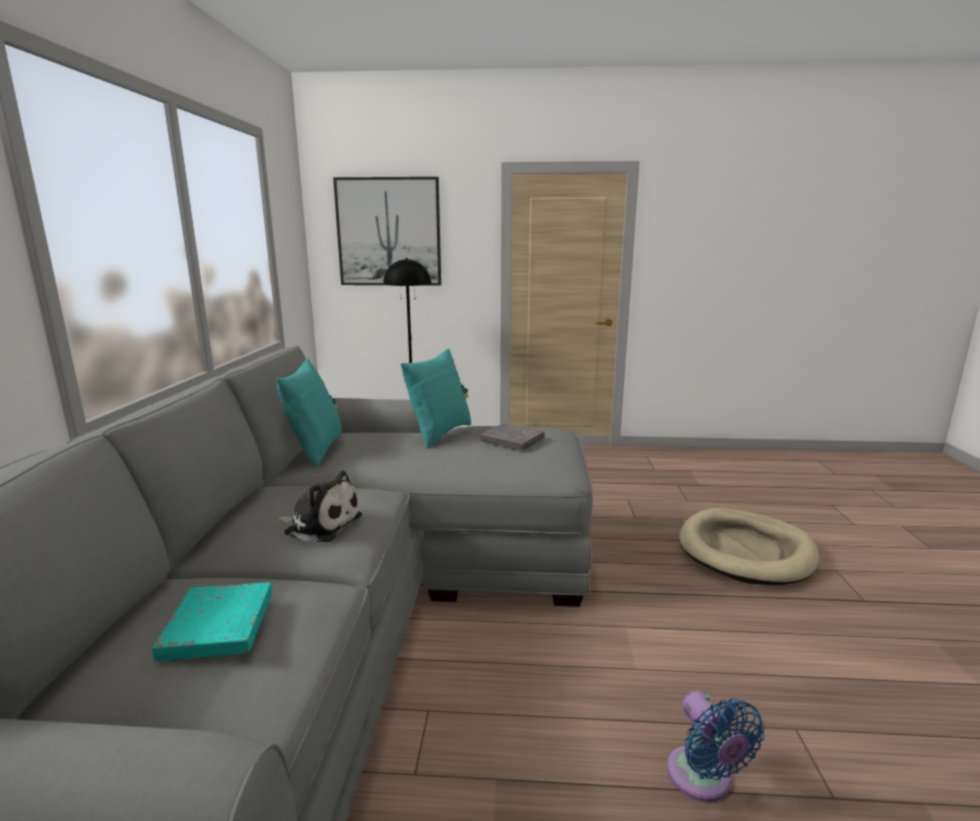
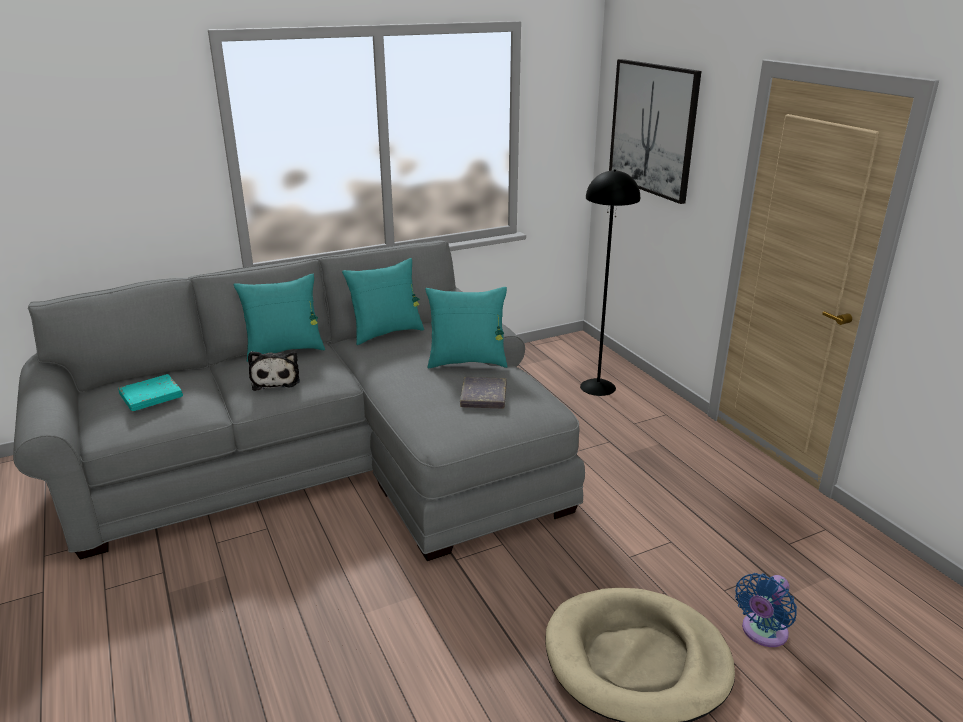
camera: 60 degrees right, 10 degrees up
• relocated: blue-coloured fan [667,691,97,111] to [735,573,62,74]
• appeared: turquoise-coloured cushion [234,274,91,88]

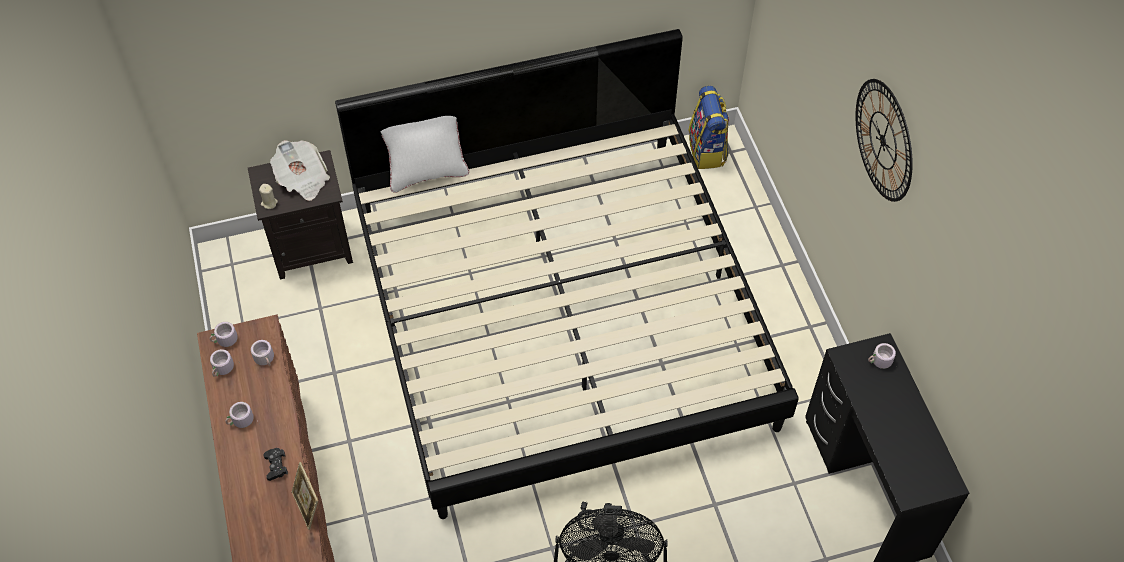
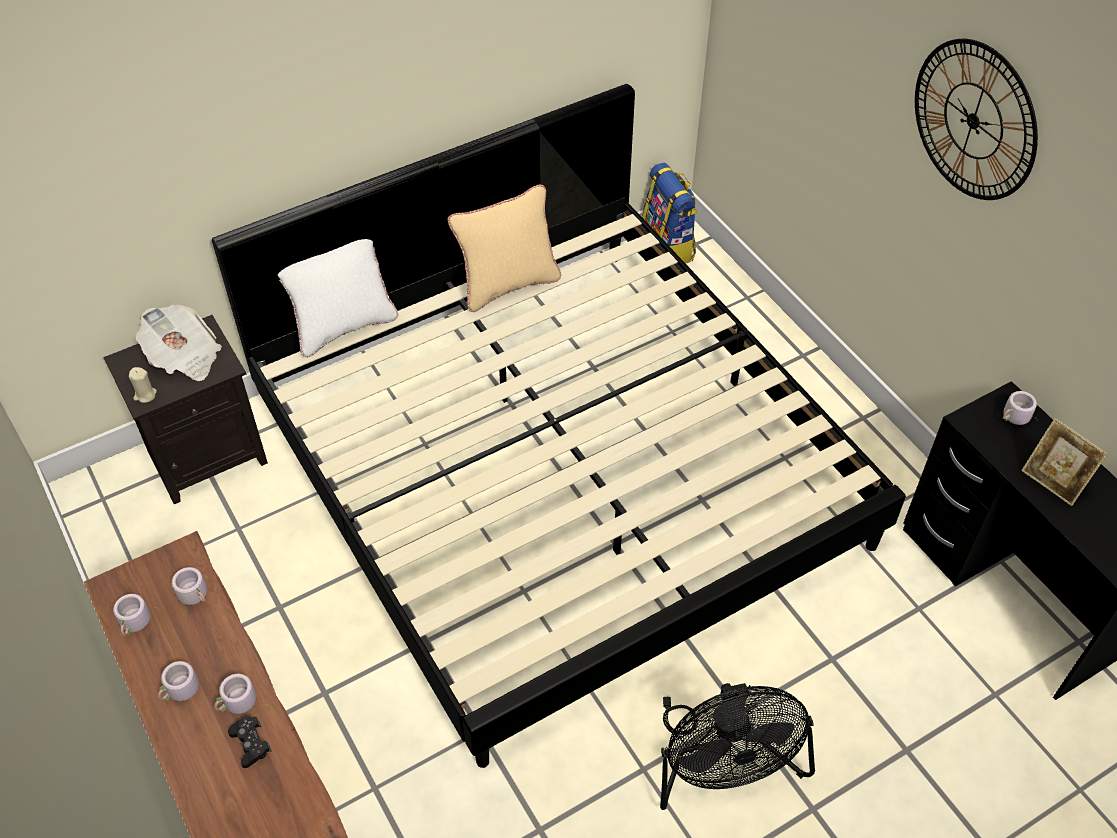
camera: 15 degrees left, 5 degrees down
• relocated: gray tea mug [210,322,28,25] to [214,674,42,40]
• relocated: picture frame [292,462,26,68] to [1021,418,87,88]
• appeared: beige-coloured cushion [447,185,114,127]

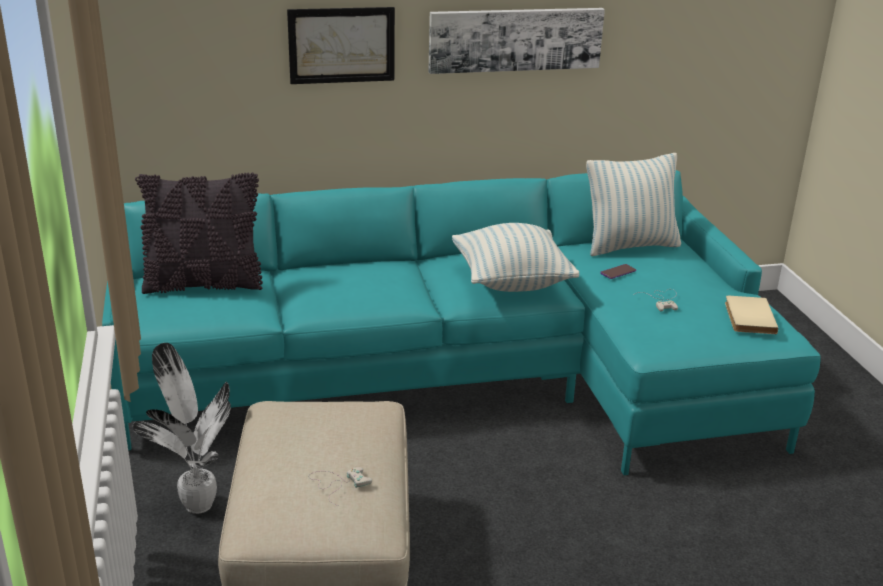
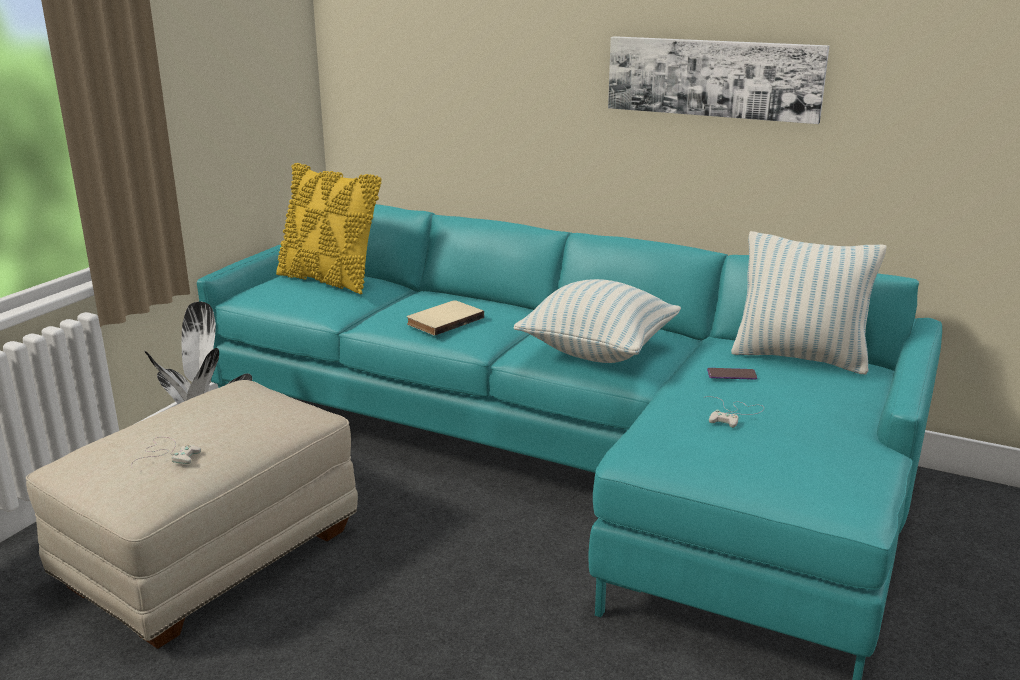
camera: 40 degrees right, 5 degrees down
• colour: black-coloured cushion [135,172,128,122] to yellow cushion [276,163,106,131]
• missing: picture [287,7,108,77]
• relocated: beige-coloured book [725,296,53,38] to [407,300,77,36]

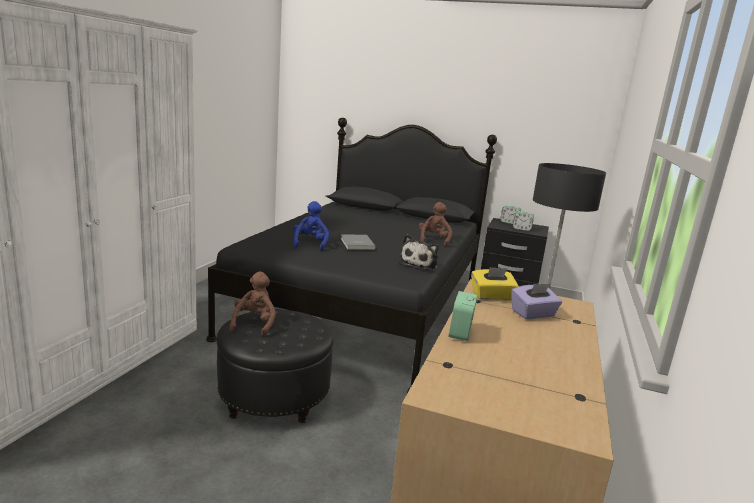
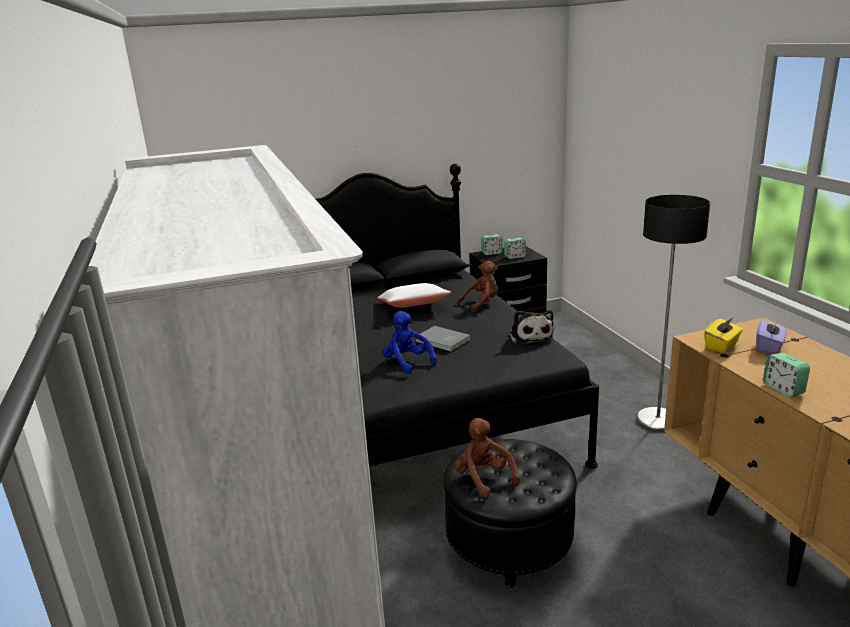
camera: 35 degrees left, 5 degrees up
• spun: brown plush toy [419,202,33,45] = [458,261,40,52] 90 degrees clockwise
• appeared: whitish cushion [377,283,74,25]

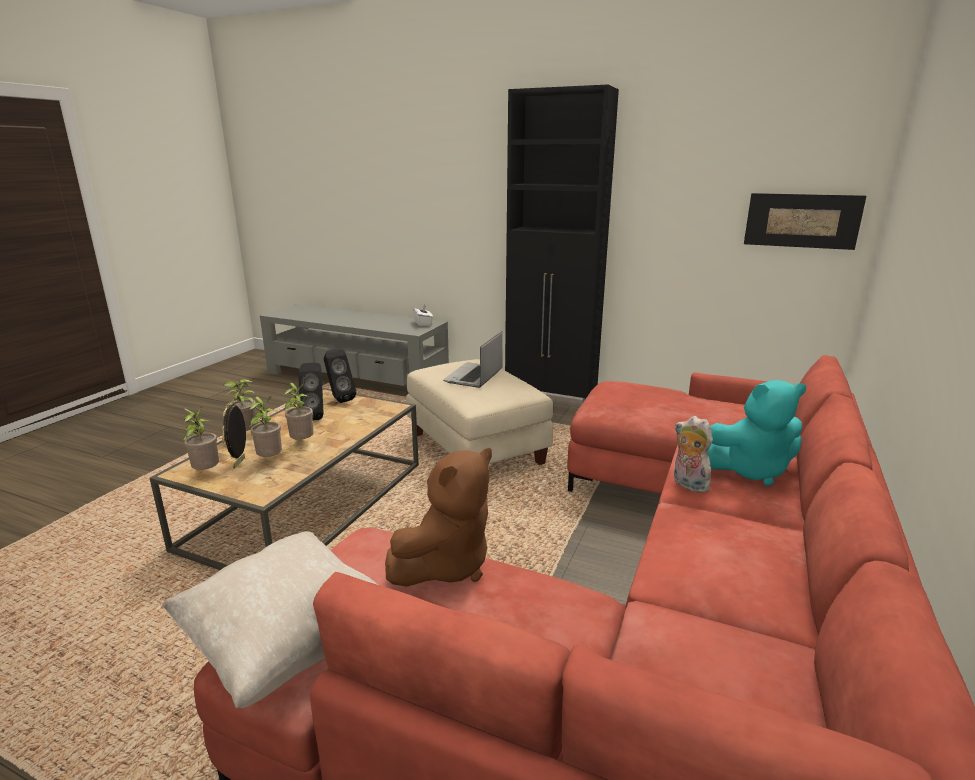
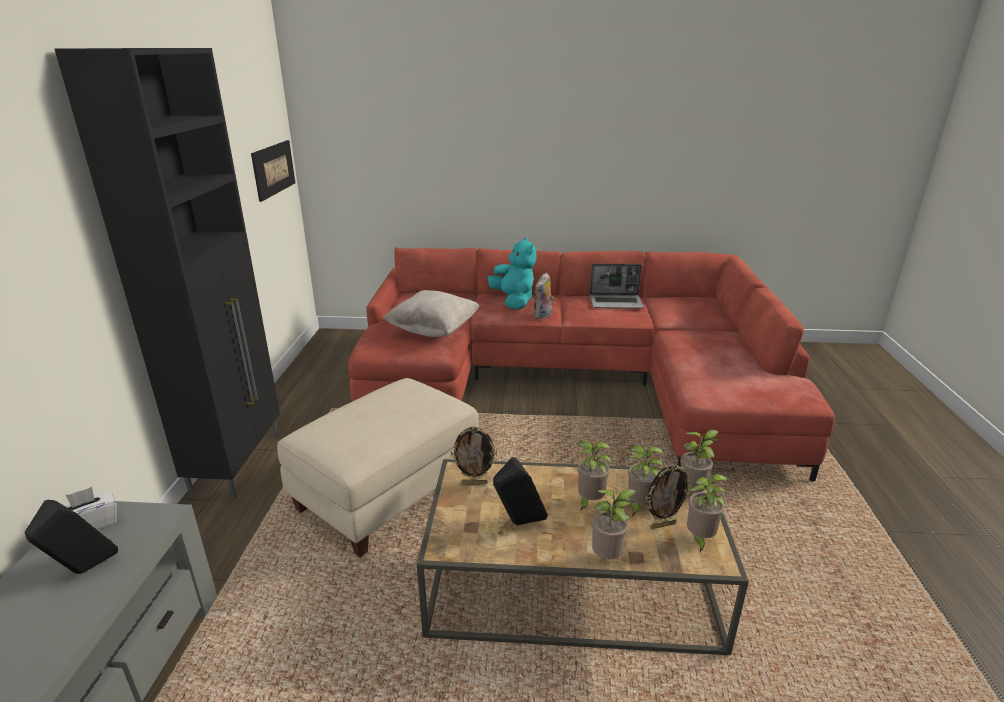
camera: 110 degrees left, 5 degrees up
• relocated: beige-coloured cushion [162,531,216,177] to [383,290,97,47]
• relocated: black-coloured speaker [323,348,33,55] to [25,500,93,74]
• missing: brown plush toy [385,448,107,139]
• relocated: notebook computer [443,331,60,57] to [590,264,54,45]
• appeared: picture frame [451,426,46,59]
• appeared: potted plant [680,430,41,63]

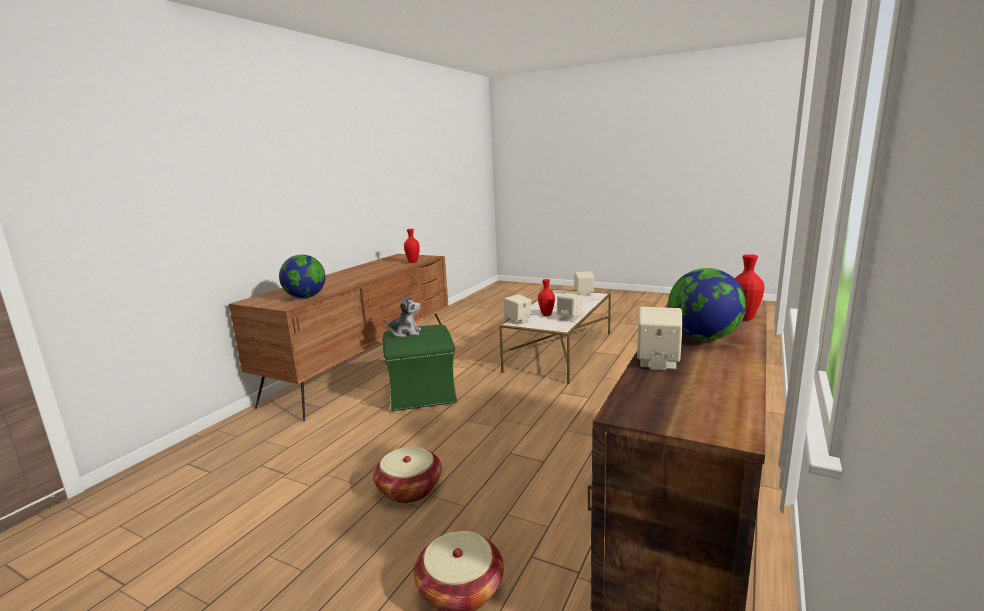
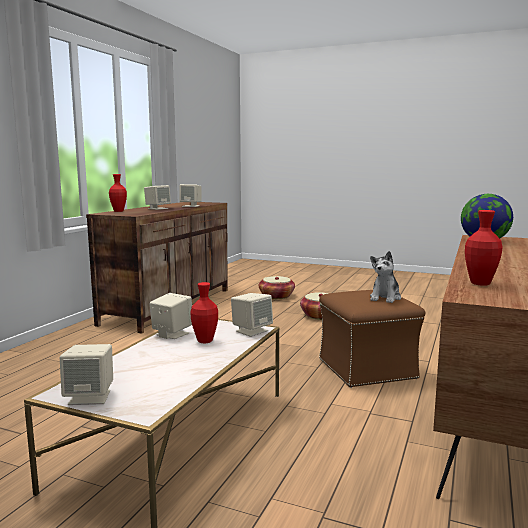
camera: 175 degrees right, 5 degrees down
• spun: plush toy [383,293,38,44] = [370,251,31,52] 60 degrees counterclockwise
• colour: green footrest [383,325,74,87] to brown footrest [319,290,106,98]
• exchanged: desk globe [668,268,78,72] to beige-coloured speaker [144,185,27,25]

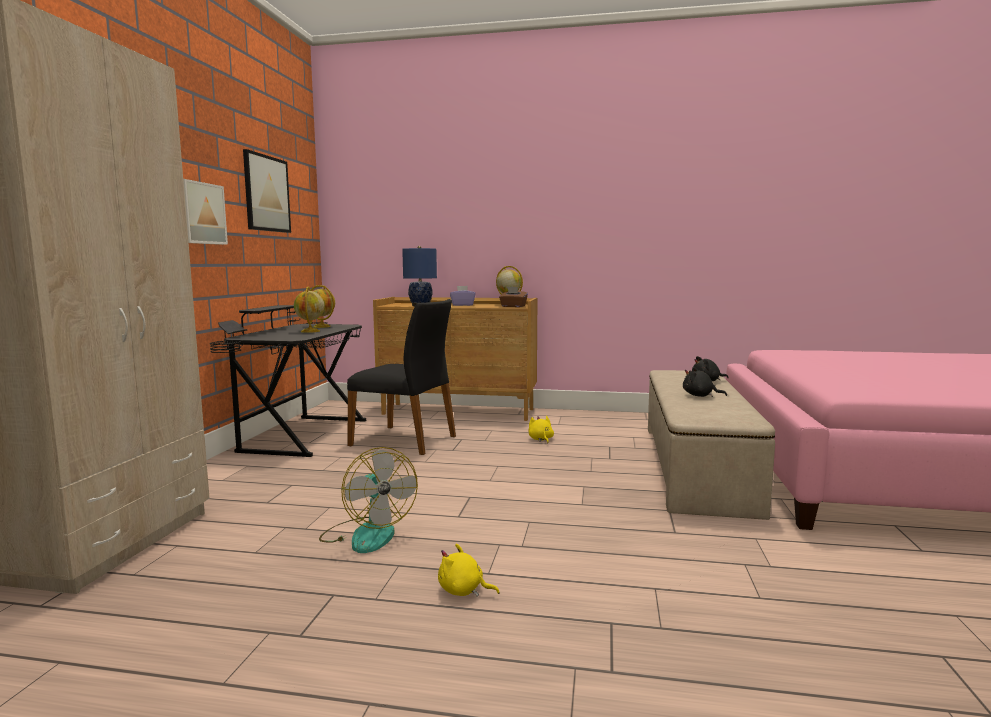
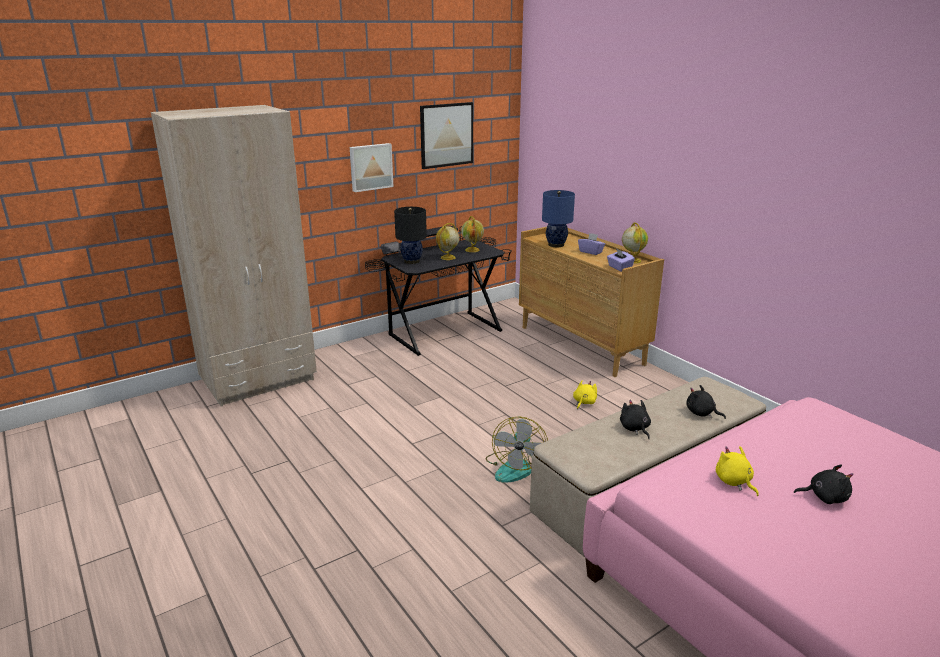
camera: 45 degrees right, 15 degrees up
• relocated: fan [319,447,99,106] to [485,416,63,67]
• missing: black-coloured plain chair [347,299,109,156]
• relocated: yellow plush toy [438,544,62,53] to [716,446,43,50]
• colour: brown box of tissues [499,287,29,20] to purplish box of tissues [607,248,28,24]
• appeared: black-coloured table lamp [394,207,33,57]
• appeared: black-coloured plush toy [794,465,59,39]

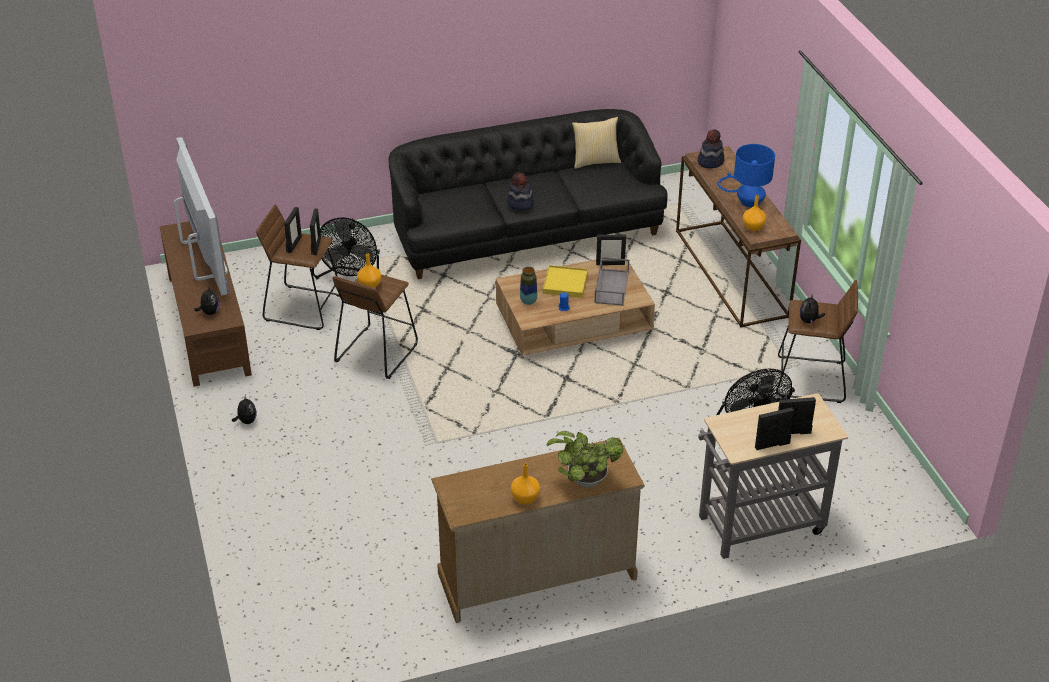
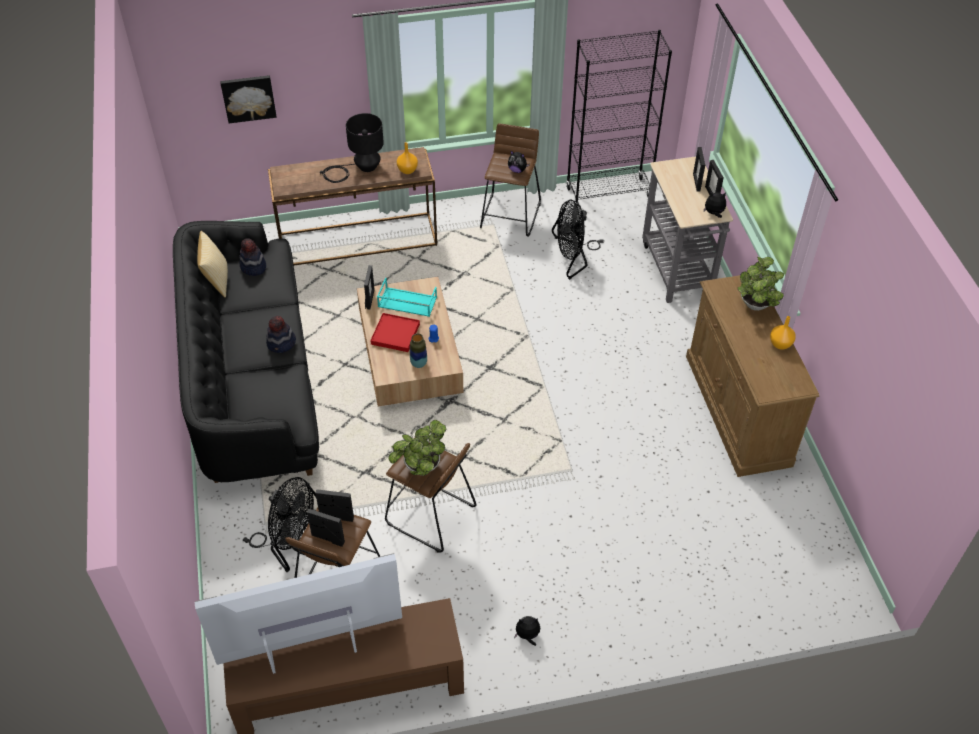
camera: 85 degrees left, 10 degrees up
• relocated: plush toy [194,287,26,28] to [704,192,22,26]
• exchanged: orangey flower vase [357,253,24,35] to potted plant [389,420,57,56]
• colour: yellow tray [543,265,45,33] to red-coloured tray [370,313,50,39]
• colour: gray tray [594,257,35,49] to turquoise-coloured tray [377,278,60,39]
• relocated: hat [698,129,26,39] to [239,238,27,38]
• colour: blue-coloured table lamp [717,144,58,63] to black-coloured table lamp [320,113,64,70]
• appeared: picture [220,75,57,48]
• appeared: black-coloured shelving unit [566,30,106,175]

